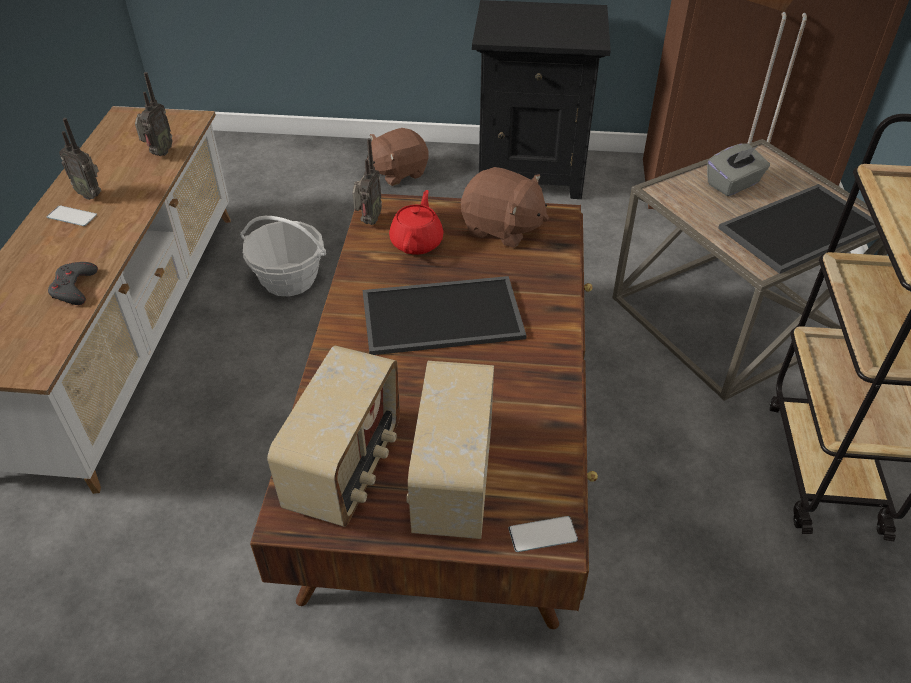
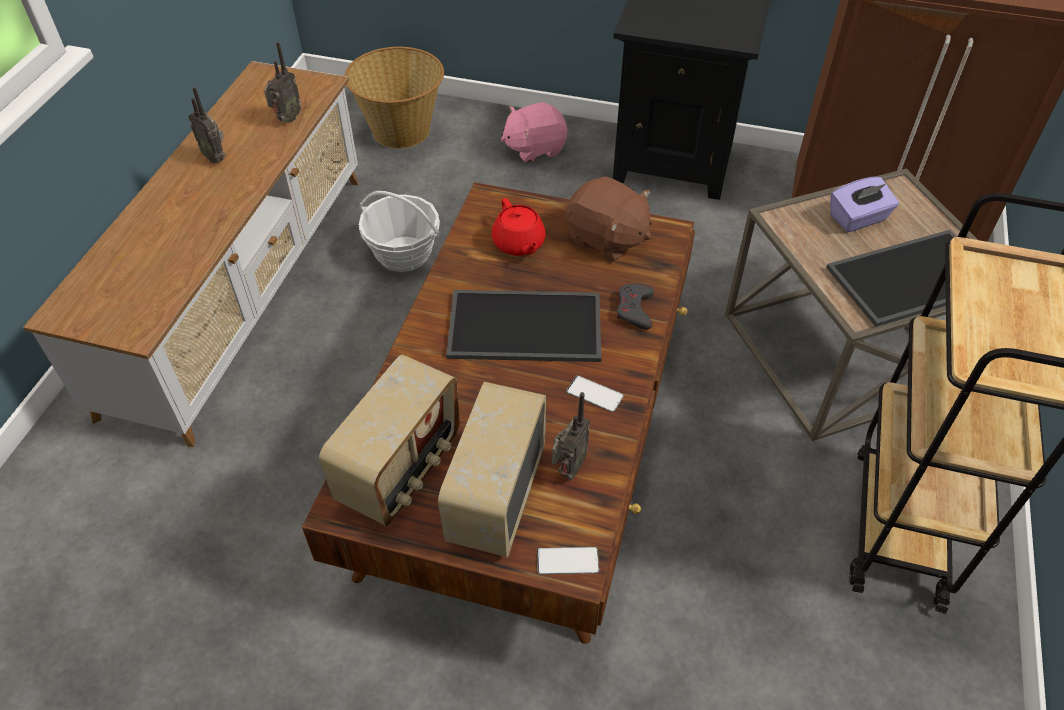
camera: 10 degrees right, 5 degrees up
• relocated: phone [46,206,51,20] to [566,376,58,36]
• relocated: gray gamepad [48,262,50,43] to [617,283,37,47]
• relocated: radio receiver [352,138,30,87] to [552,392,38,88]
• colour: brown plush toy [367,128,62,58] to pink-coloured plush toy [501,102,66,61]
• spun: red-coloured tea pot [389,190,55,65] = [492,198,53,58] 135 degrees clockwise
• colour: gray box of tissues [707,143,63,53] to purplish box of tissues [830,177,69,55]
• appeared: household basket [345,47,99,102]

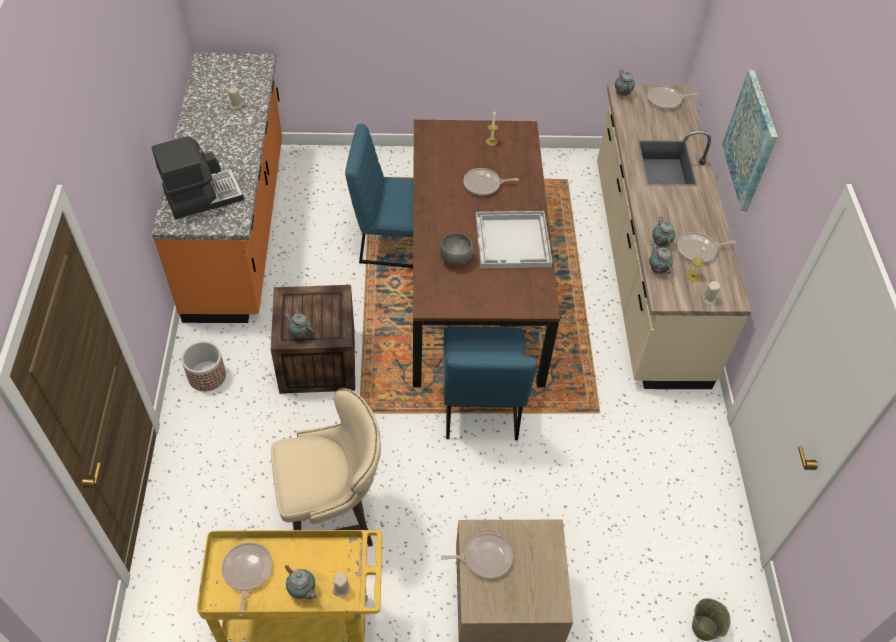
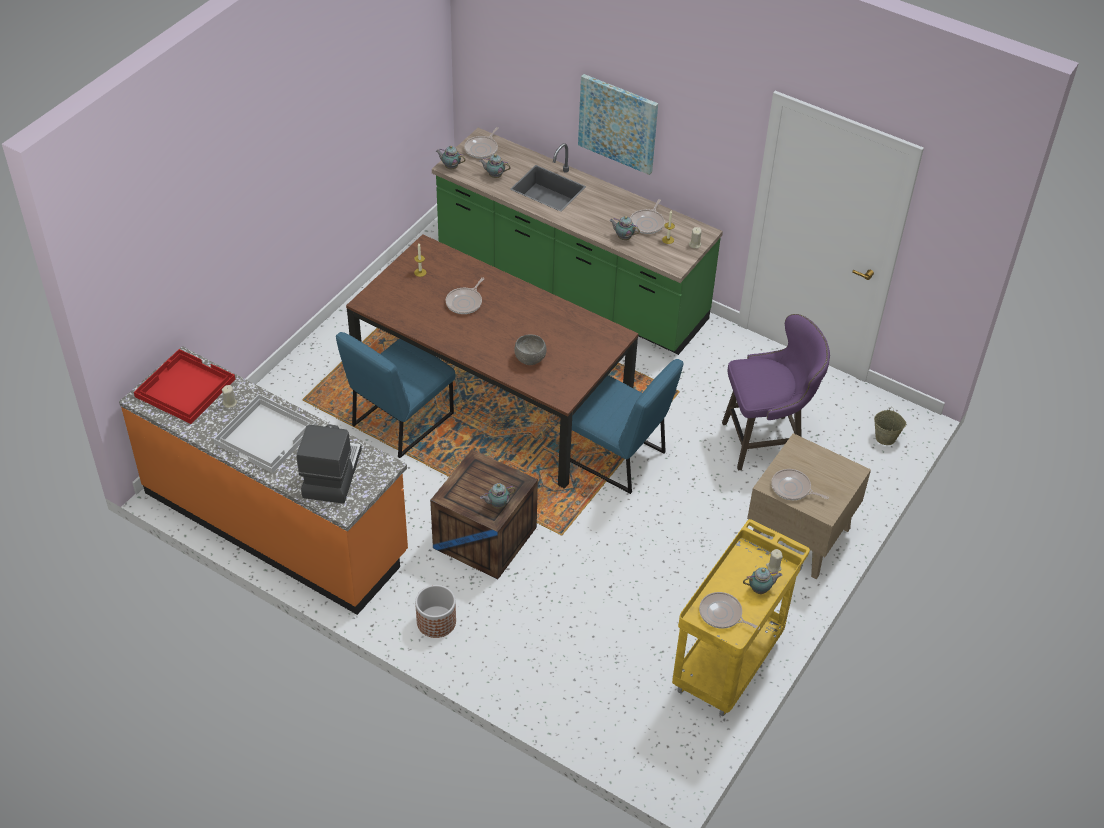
camera: 55 degrees left, 5 degrees down
• missing: beige-coloured sitting stool [271,388,110,159]
• spun: pan [441,533,72,46] = [771,469,58,31] 90 degrees counterclockwise
• relocated: whitish tray [476,211,77,58] to [213,394,104,79]
• colour: beige-coloured counter [597,84,154,305] to green counter [432,128,291,227]
• relocated: tea pot [649,243,24,31] to [479,154,32,24]
• appeared: red-coloured tray [134,349,102,75]
• appeared: purplish sitting stool [722,314,108,157]

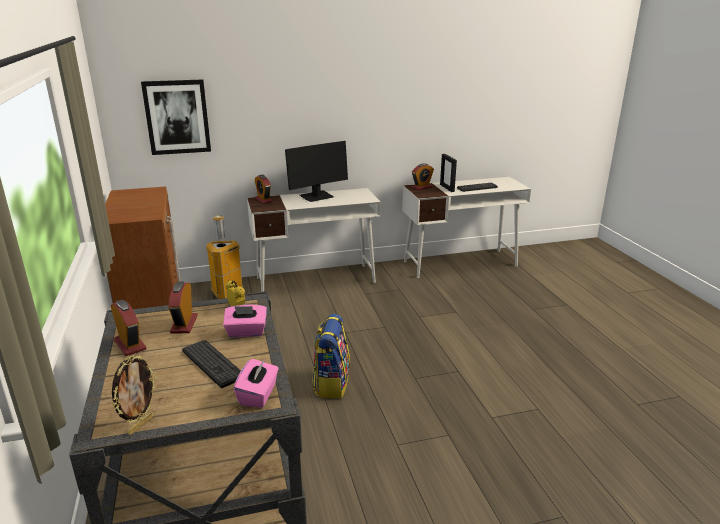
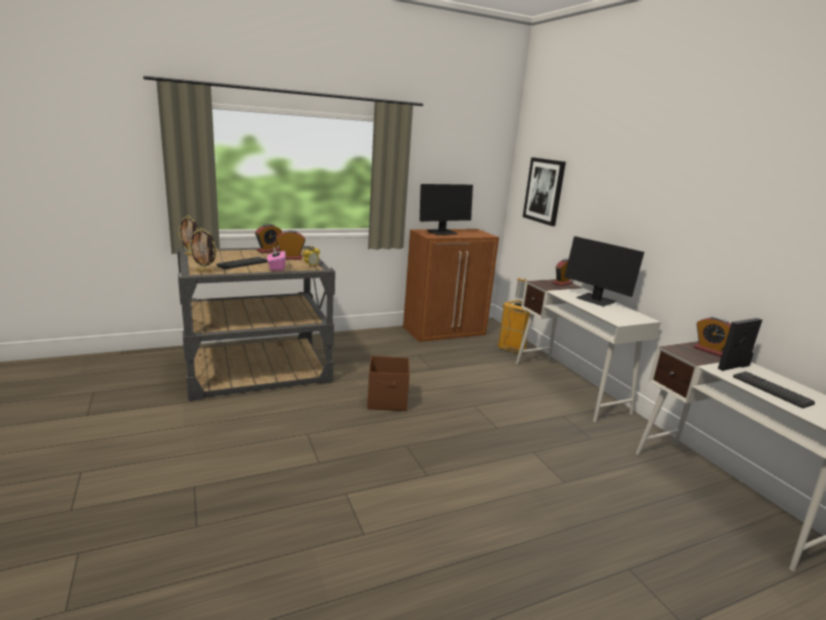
camera: 80 degrees right, 5 degrees down
• exchanged: pink-coloured box of tissues [234,359,45,49] to picture frame [188,228,30,45]
• exchanged: rucksack [312,314,38,85] to brown storage box [367,356,43,55]
• appeared: computer display [420,184,53,51]

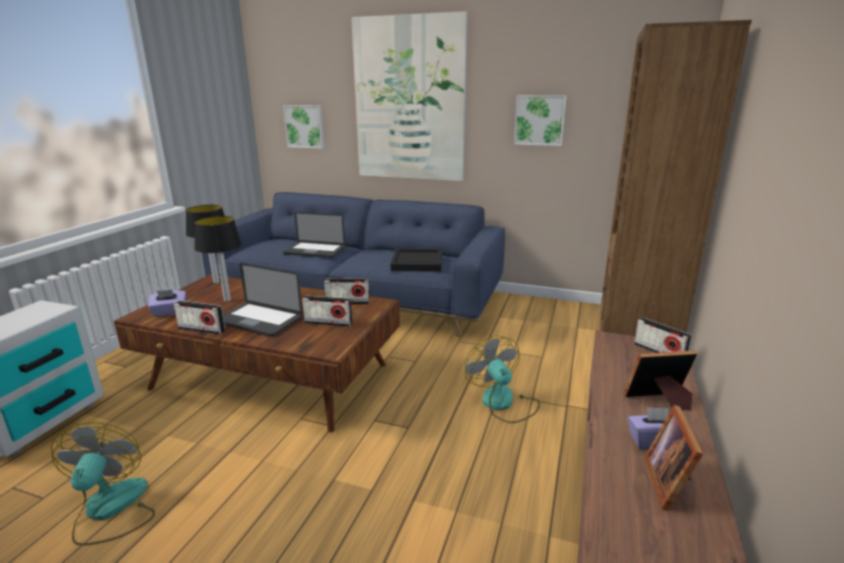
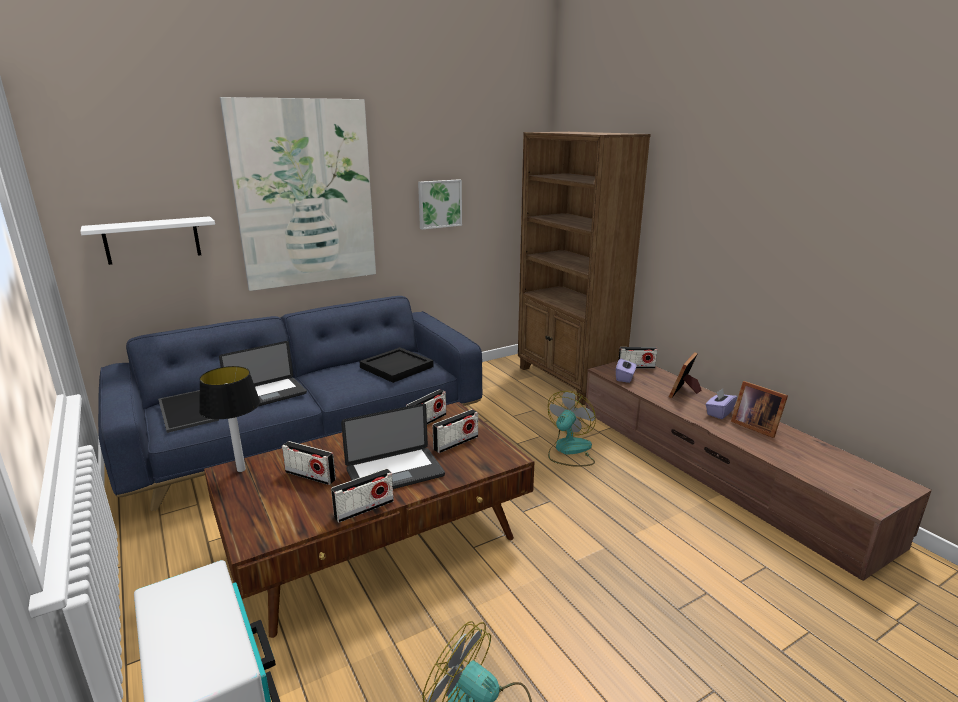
camera: 50 degrees left, 0 degrees up
• relocated: purplish box of tissues [148,290,38,27] to [616,359,21,24]
• exchanged: table lamp [194,216,48,86] to radio receiver [282,441,54,44]
• exchanged: picture [283,105,42,44] to whitish shelf [80,216,135,49]
• spun: fan [465,336,75,87] = [548,391,48,76] 105 degrees clockwise
• appeared: tray [158,390,61,43]

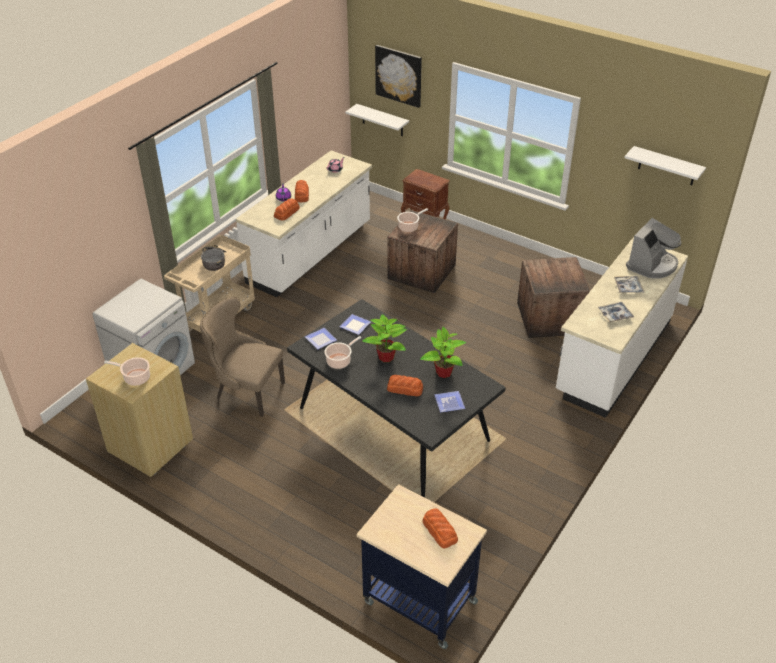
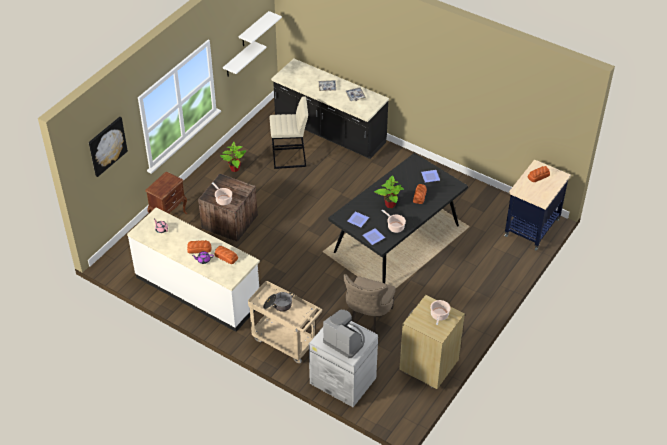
camera: 90 degrees left, 5 degrees up
• relocated: whitish shelf [345,104,64,32] to [223,41,44,35]
• relocated: potted plant [420,327,46,51] to [220,142,26,30]
• exchanged: packing crate [517,257,74,81] to beige-coloured sitting stool [269,96,39,73]
• colour: whitish counter [556,237,132,181] to black-coloured counter [271,59,118,100]
• relocated: coffee brewer [626,218,55,61] to [323,310,42,48]

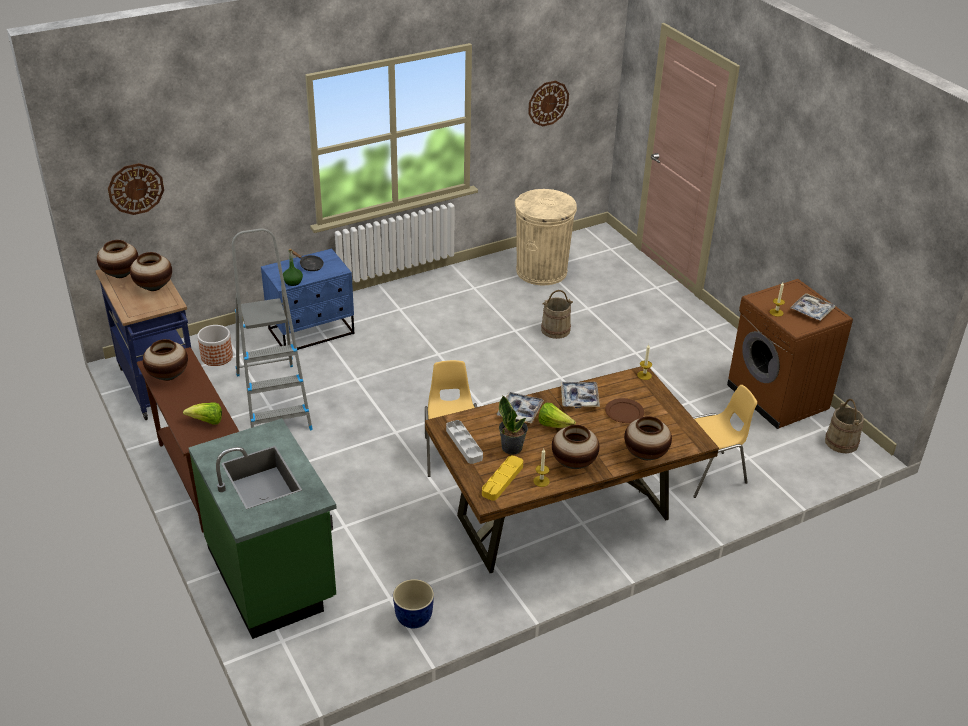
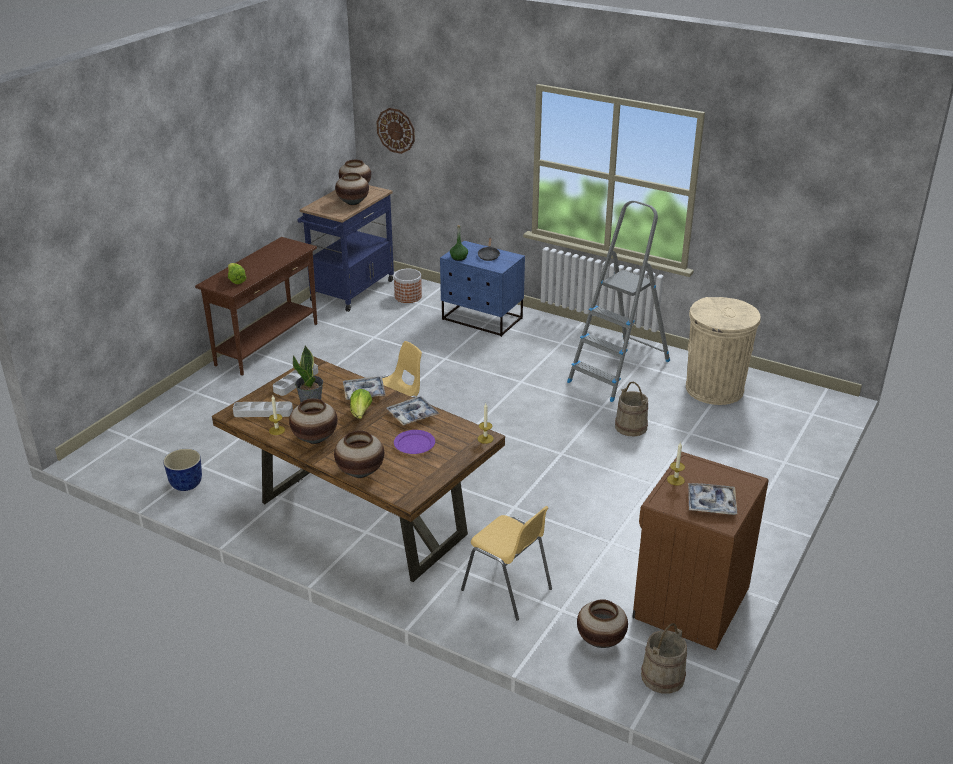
camera: 60 degrees right, 5 degrees down
• relocated: flower vase [143,339,45,42] to [577,599,51,49]
• missing: green counter [189,418,148,221]
• relocated: gray step ladder [232,228,81,203] to [567,201,103,201]
• colour: yellow tray [482,455,41,46] to gray tray [233,402,60,15]
• missing: hanging clock [528,81,41,46]
• colour: brown plate [605,398,39,25] to purplish plate [394,430,41,24]

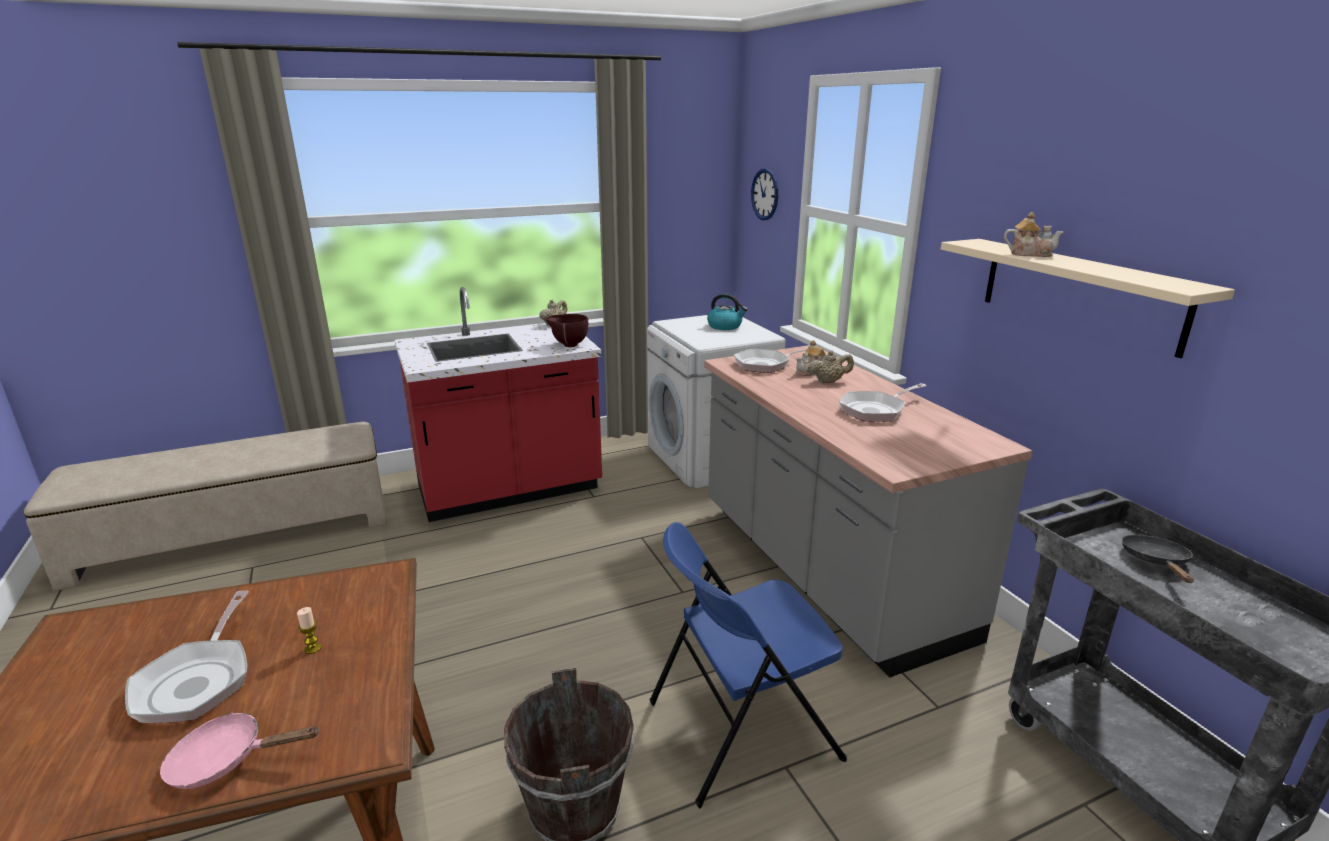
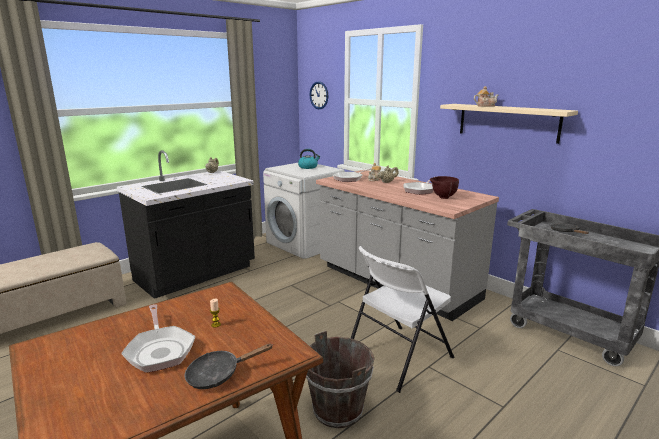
camera: 20 degrees left, 5 degrees down
• colour: pink-coloured pan [160,712,160,77] to black-coloured pan [185,343,87,46]
• colour: red-coloured counter [395,287,207,235] to black-coloured counter [117,150,138,149]
• relocated: brown serving bowl [546,314,42,33] to [430,176,29,23]
• colour: blue-coloured plain chair [650,522,197,286] to whitish plain chair [351,246,103,147]

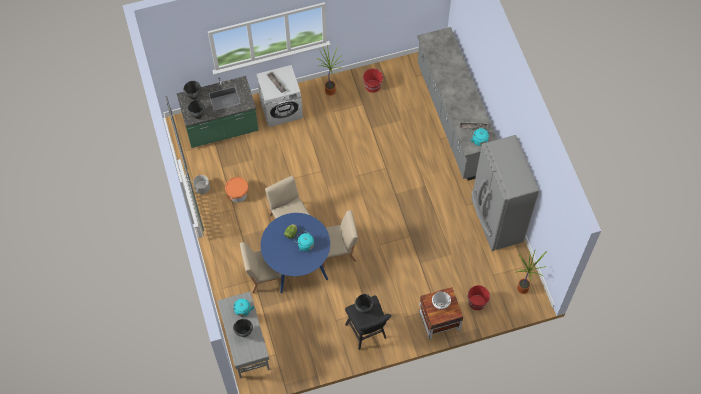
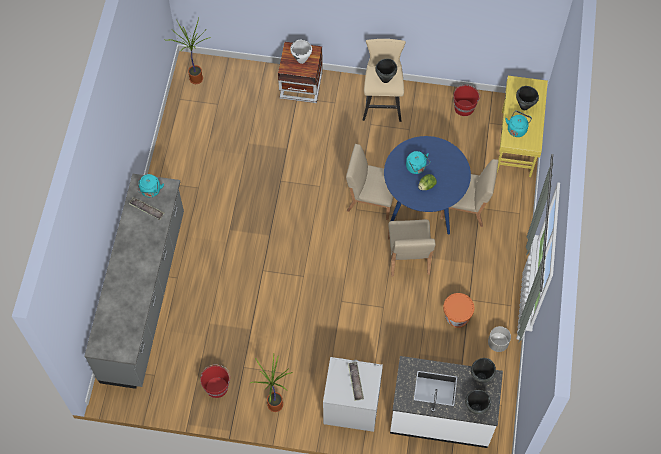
camera: 155 degrees left, 0 degrees up
• colour: green counter [176,76,83,72] to whitish counter [390,356,113,92]
• colour: gray console table [217,292,53,86] to yellow console table [497,76,51,101]
• colour: black-coloured sitting stool [345,295,46,55] to beige-coloured sitting stool [363,39,43,83]
• relocated: red-coloured pail [468,285,22,25] to [454,84,26,32]
• missing: gray refrigerator [471,135,68,116]

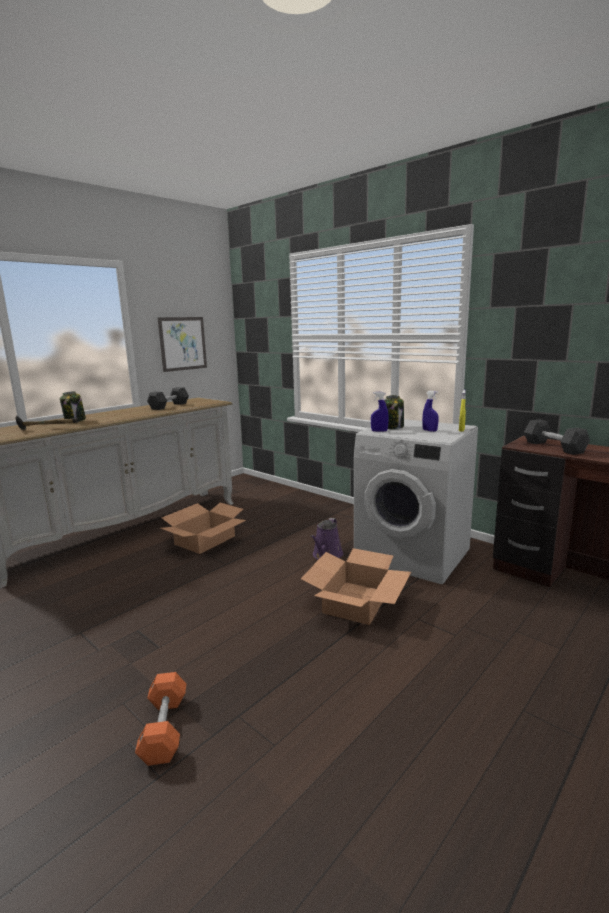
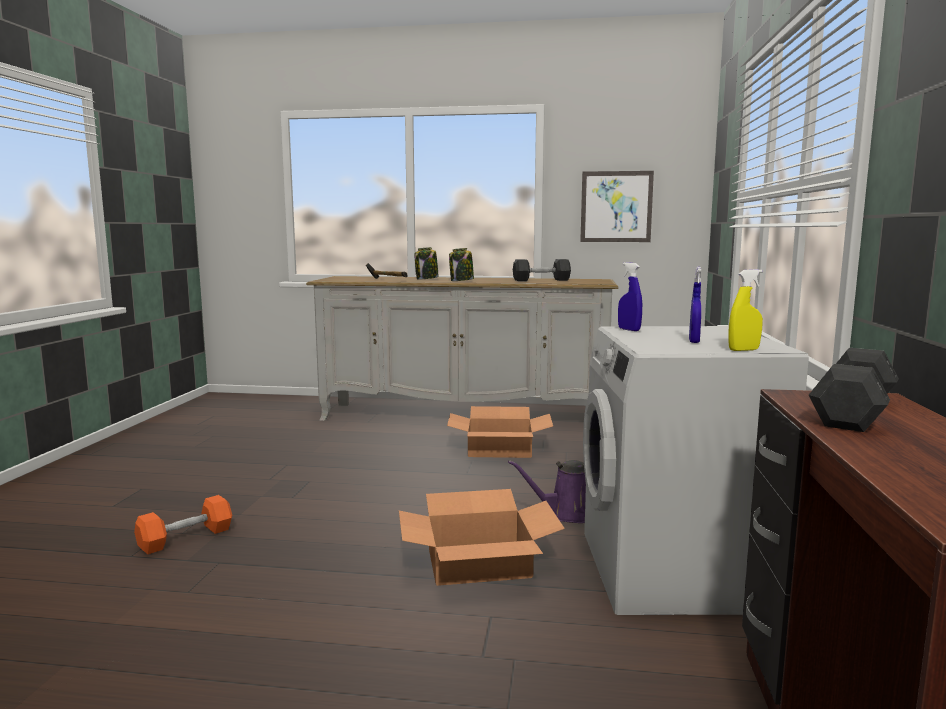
camera: 55 degrees right, 5 degrees down
• relocated: storage jar [384,395,20,34] to [449,248,25,33]

